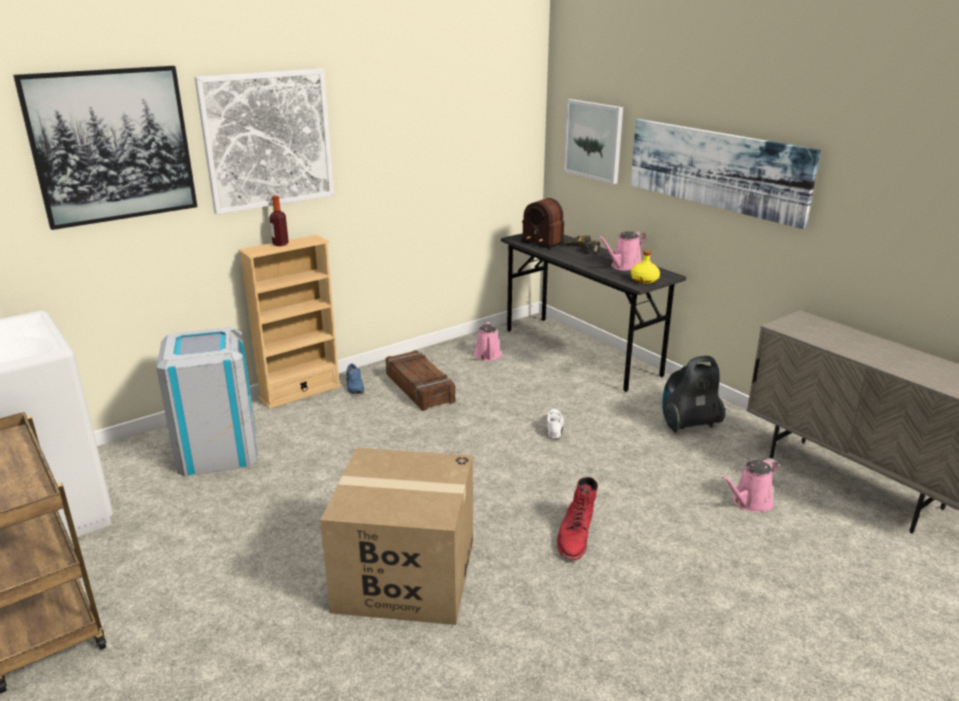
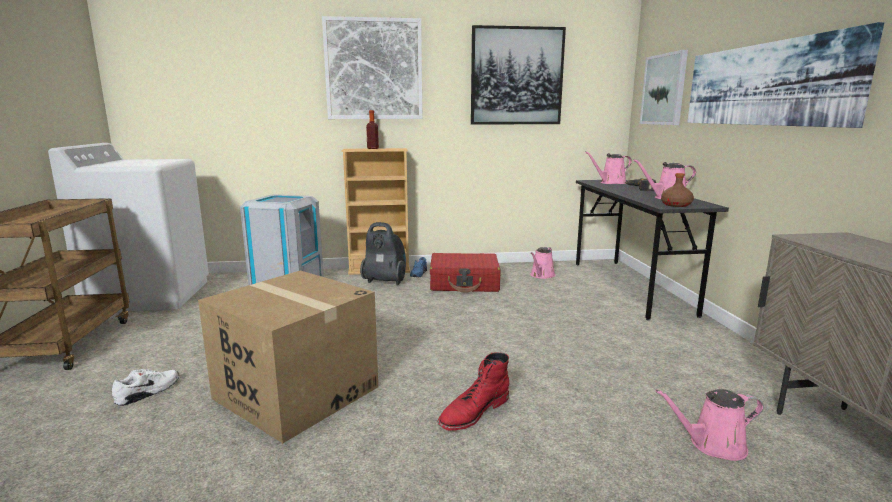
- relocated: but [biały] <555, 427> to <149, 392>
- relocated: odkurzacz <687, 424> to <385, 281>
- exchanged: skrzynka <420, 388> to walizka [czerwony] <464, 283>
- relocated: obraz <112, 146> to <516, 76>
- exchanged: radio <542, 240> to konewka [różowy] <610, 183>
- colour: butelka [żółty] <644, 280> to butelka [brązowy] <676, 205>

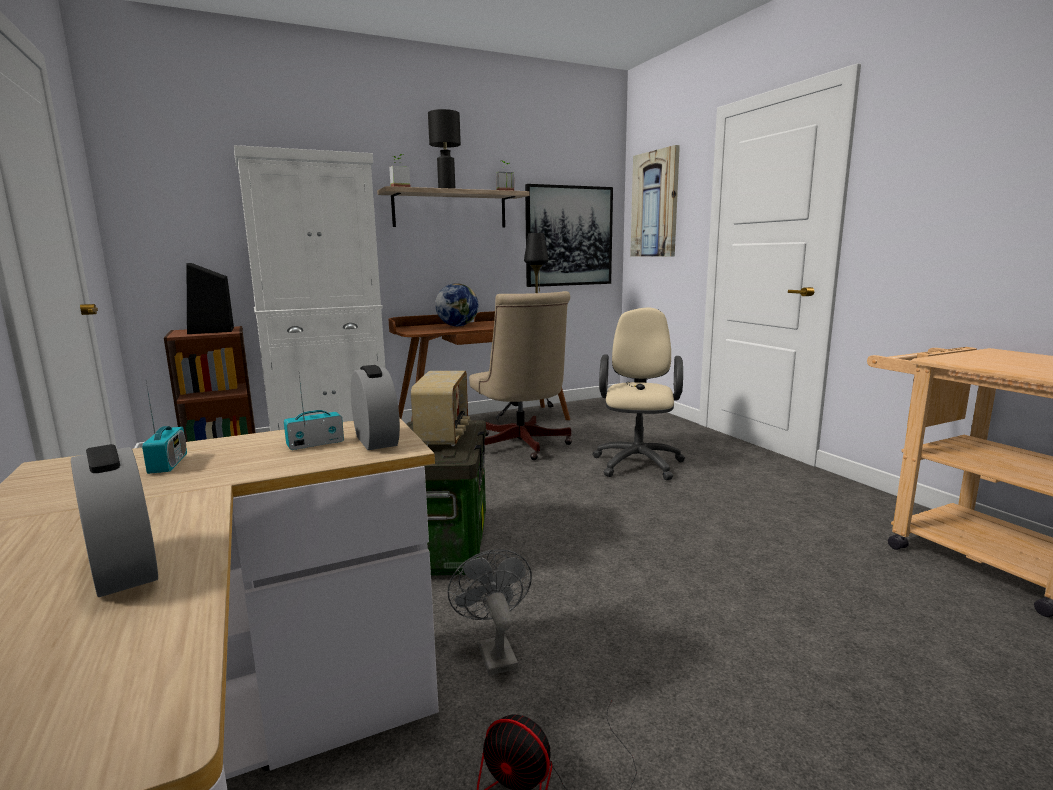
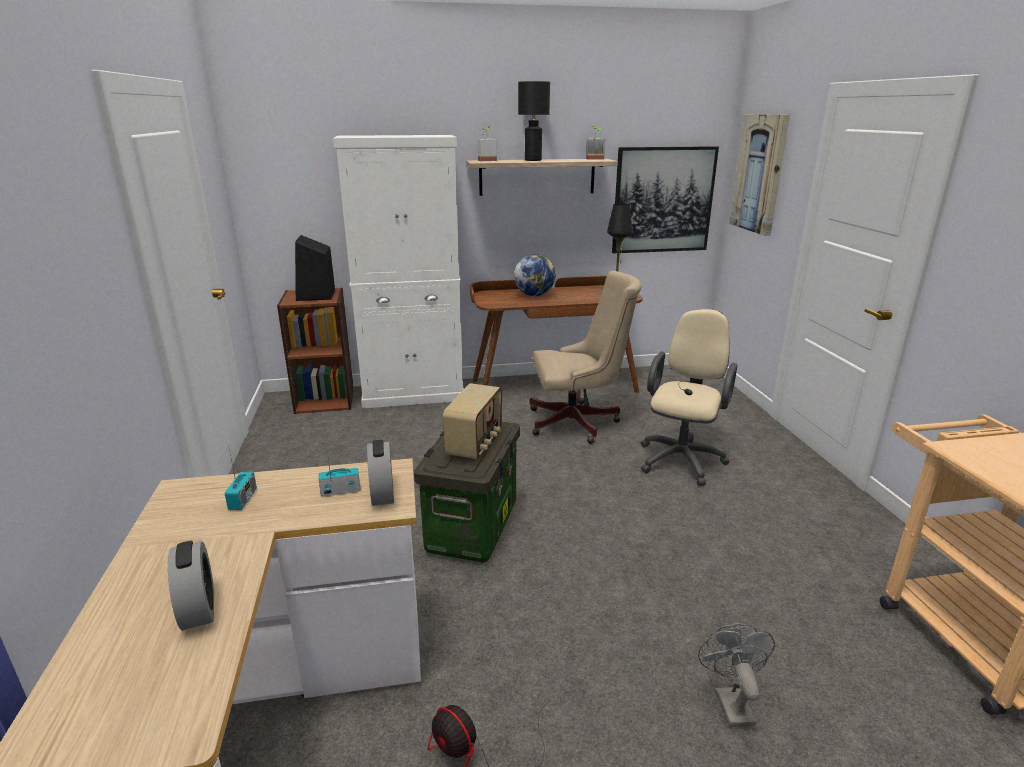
- spun: krzesło biurowe [beżowy] <522, 447> = <578, 422> 90 degrees counterclockwise
- relocated: wentylator [szary] <494, 651> to <730, 701>

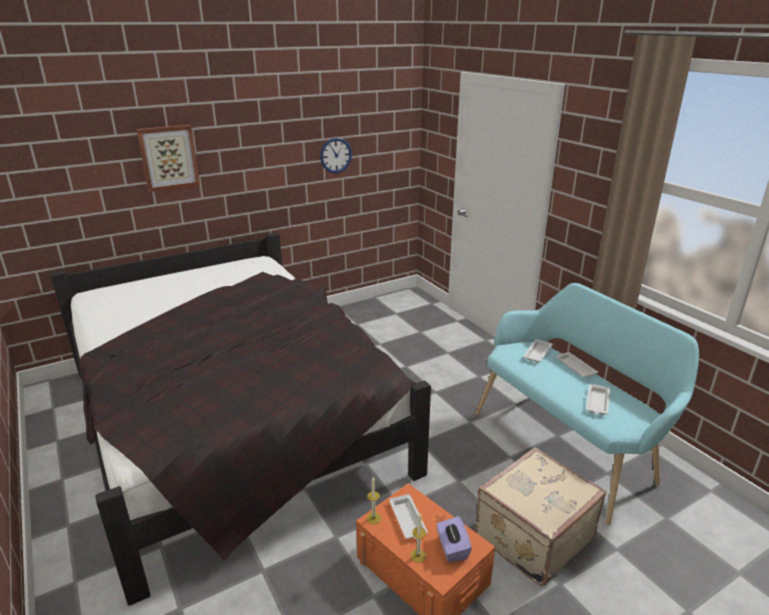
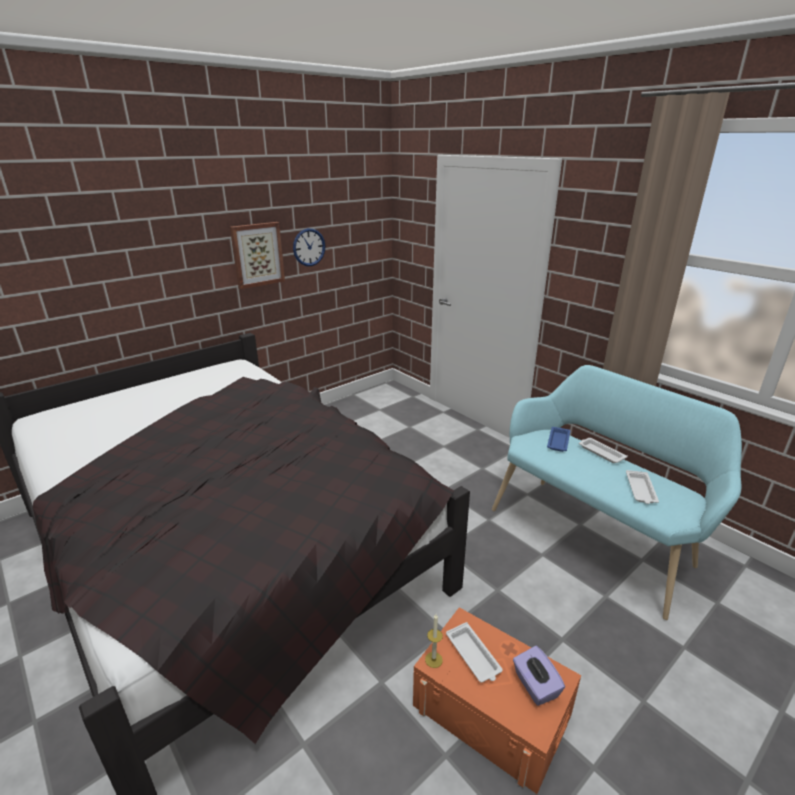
- relocated: obraz <168, 157> to <257, 255>
- colour: taca [biały] <538, 353> to taca [niebieski] <558, 441>
- missing: świeca <418, 555>
- missing: walizka [beżowy] <531, 536>

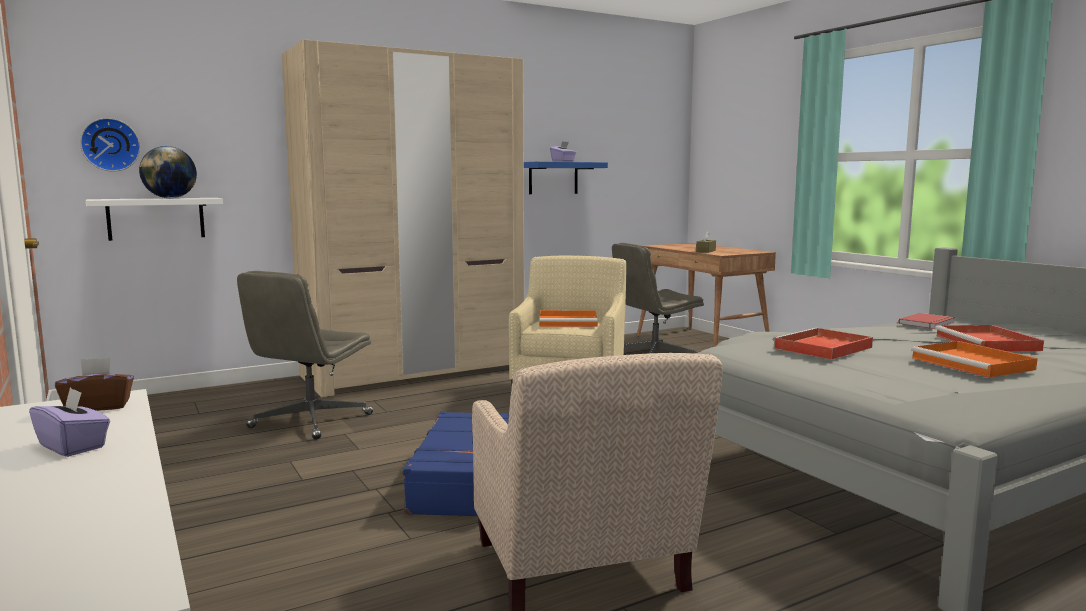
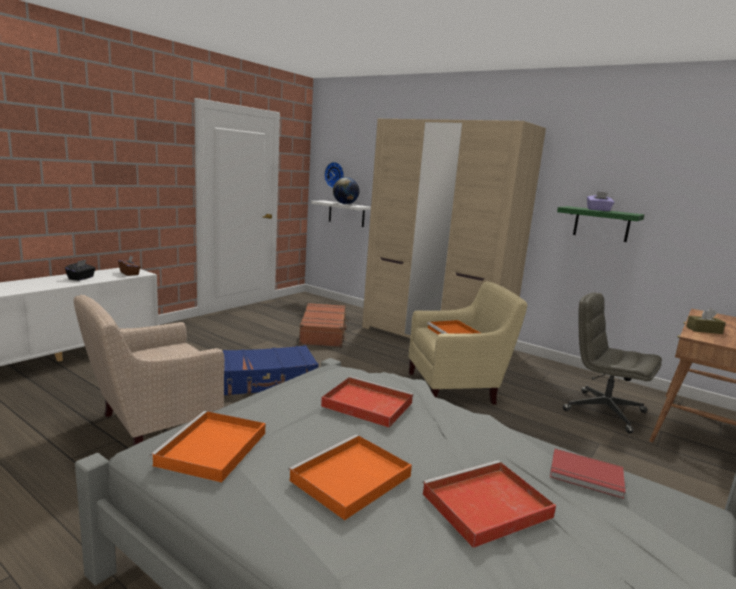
- colour: pudełko chusteczek [fioletowy] <73, 446> to pudełko chusteczek [czarny] <81, 278>
- appeared: taca [pomarańczowy] <211, 450>
- exchanged: krzesło biurowe [szary] <310, 421> to walizka [brązowy] <324, 333>
- colour: półka [niebieski] <553, 178> to półka [zielony] <601, 224>

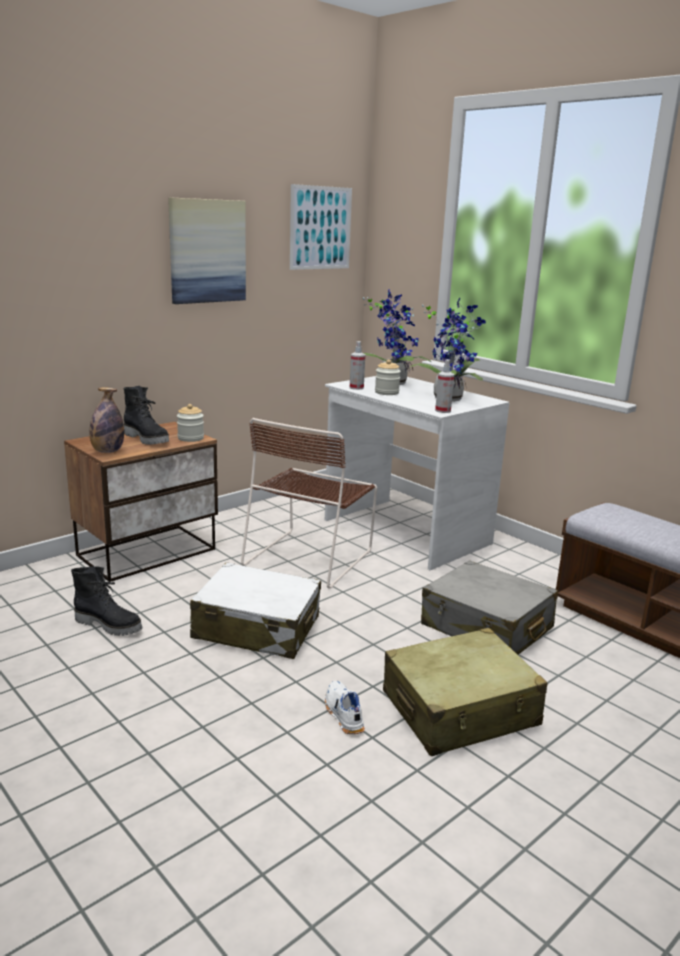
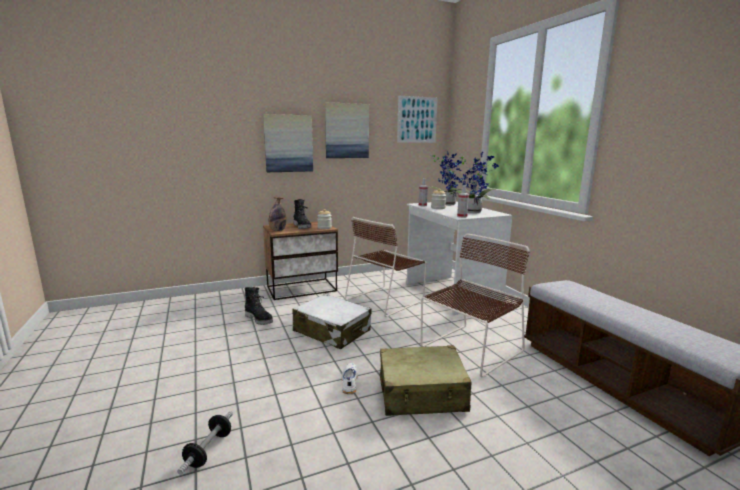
- appeared: hantel <208, 450>
- appeared: obraz <288, 143>
- exchanged: walizka [szary] <486, 627> to krzesło [brązowy] <469, 350>

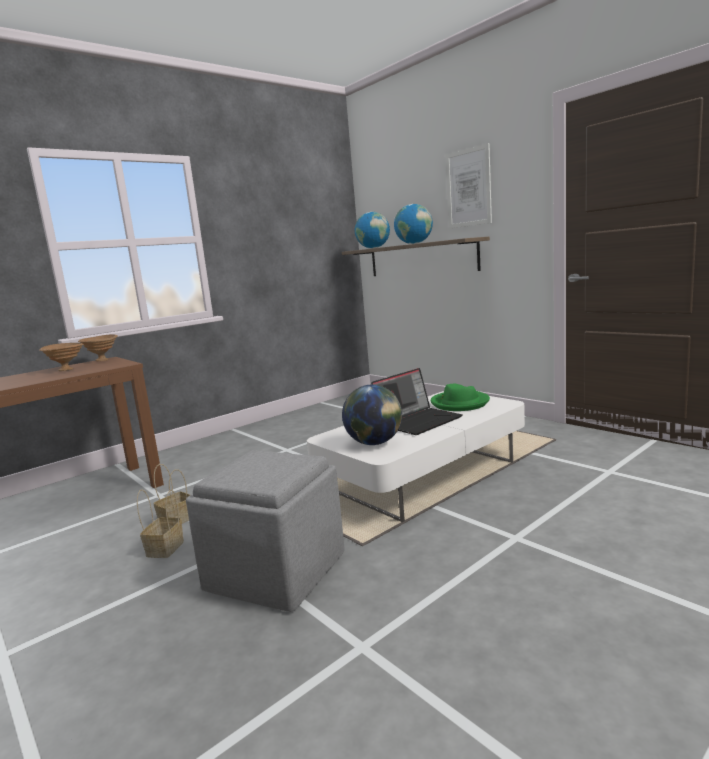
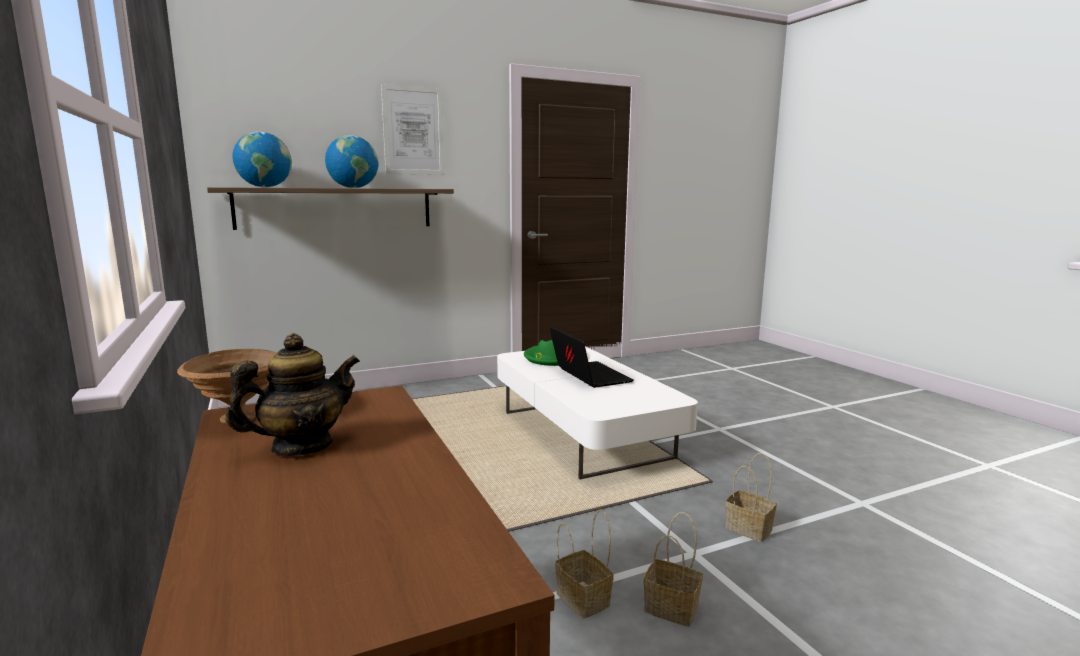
- exchanged: miska [brązowy] <67, 370> to imbryk <301, 446>
- exchanged: pufa [szary] <275, 570> to koszyk <746, 528>
- missing: globus <374, 443>

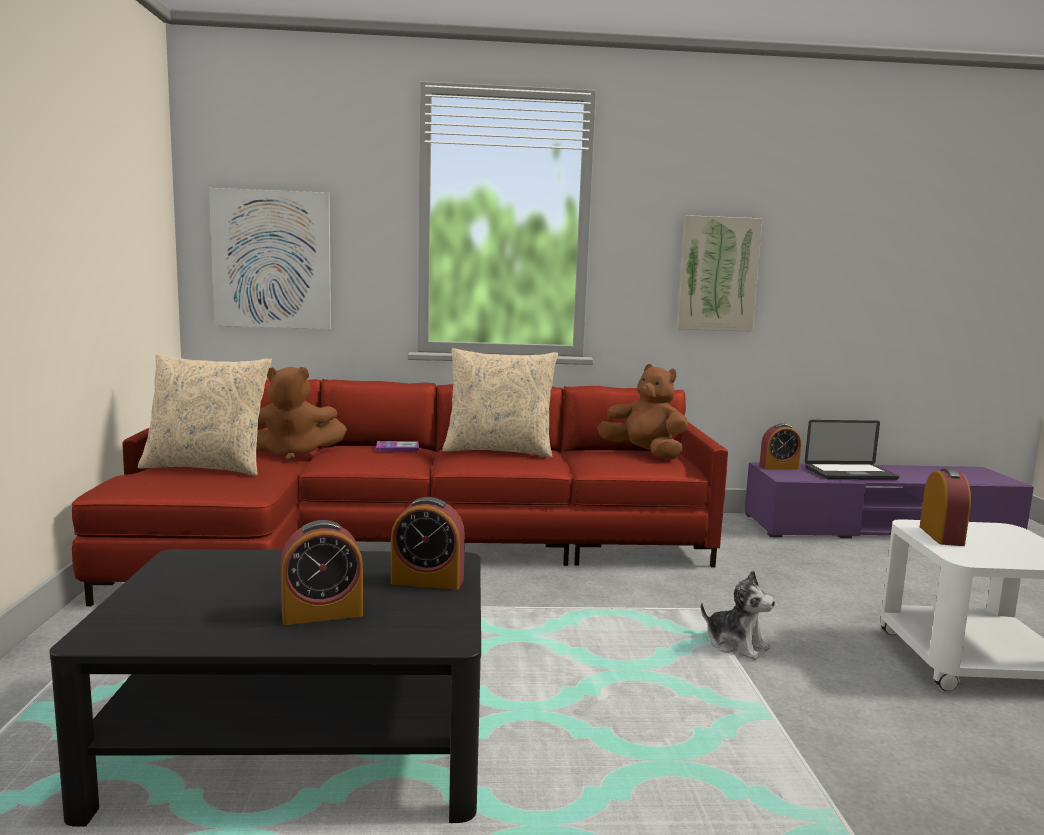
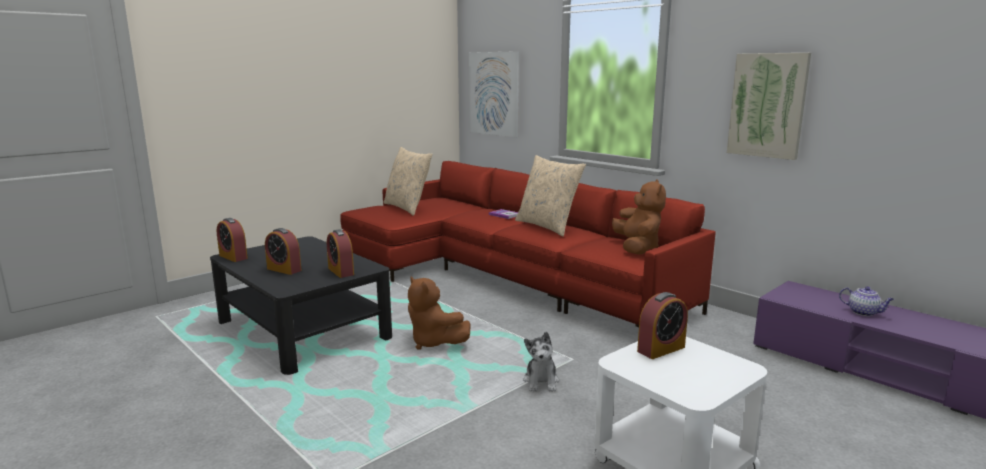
- relocated: budzik <778, 467> to <233, 257>
- relocated: pluszak [brązowy] <294, 454> to <434, 342>
- exchanged: laptop <850, 473> to imbryk <864, 312>

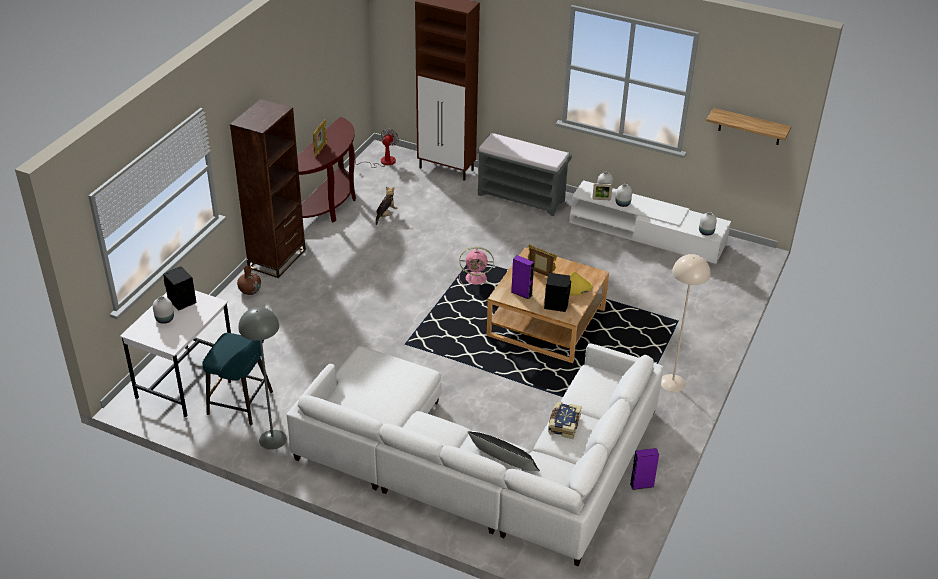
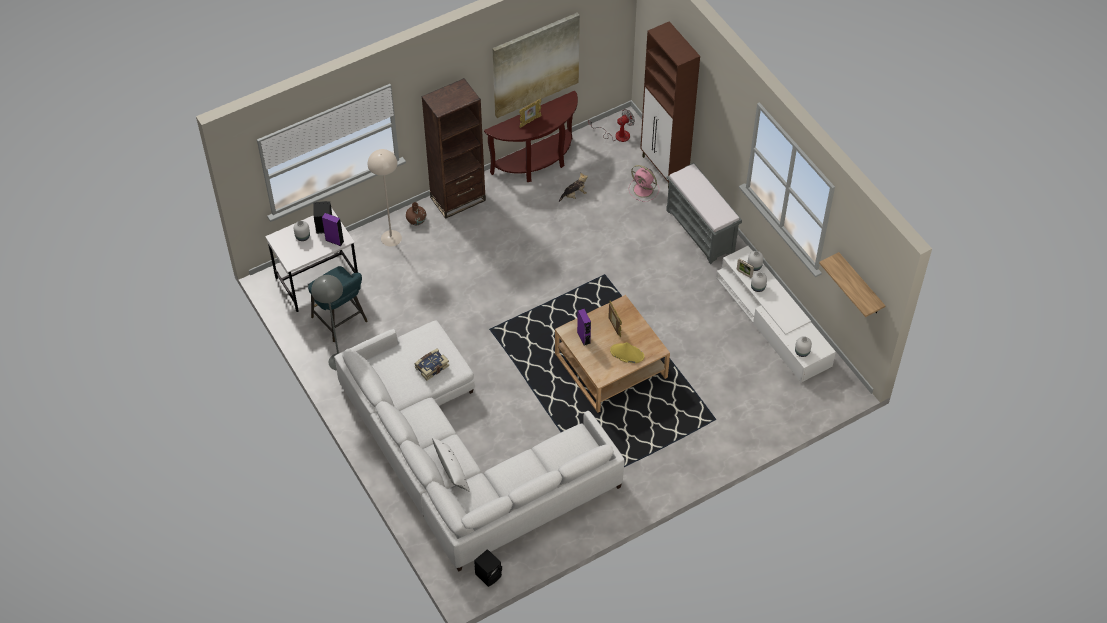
- relocated: głośnik [fioletowy] <642, 485> to <334, 240>
- relocated: lampa stojąca [beżowy] <672, 382> to <391, 238>
- relocated: książka <563, 424> to <431, 366>
- colour: poduszka [czarny] <503, 462> to poduszka [biały] <451, 471>
- relocated: głośnik [czarny] <556, 304> to <489, 574>
- appeared: obraz <535, 64>
- relocated: wentylator [różowy] <477, 278> to <644, 190>

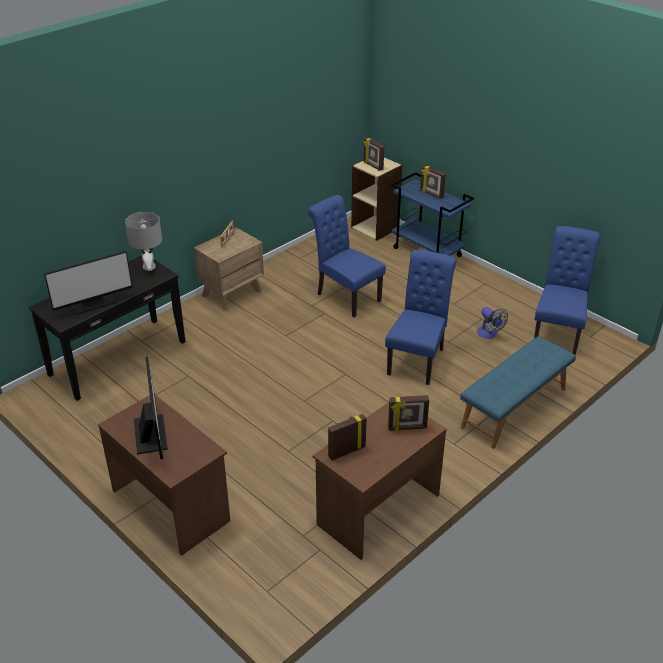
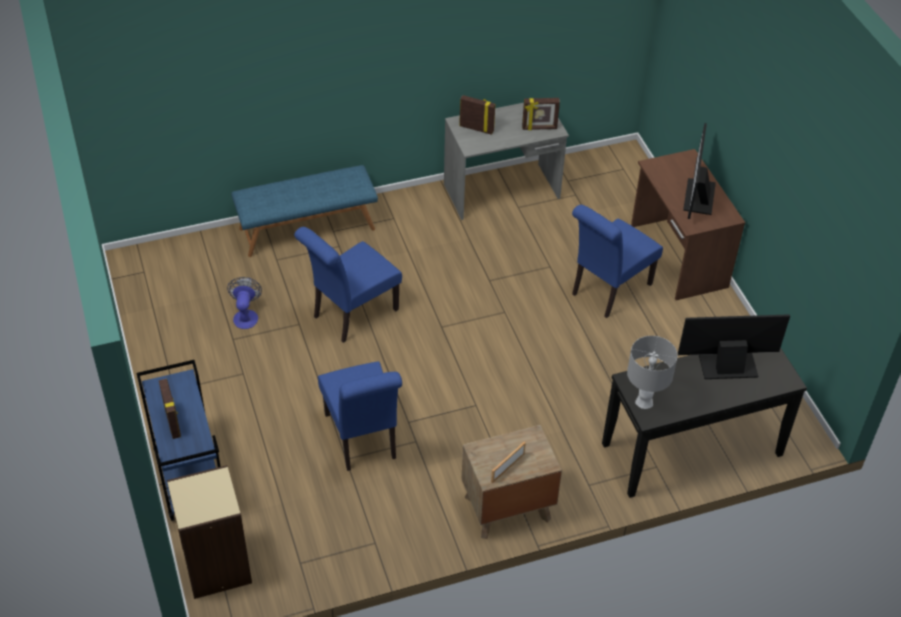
- colour: biurko [brązowy] <377, 509> to biurko [szary] <502, 192>
- relocated: krzesło [niebieski] <558, 332> to <607, 291>
- missing: ramka na zdjęcie <372, 166>

